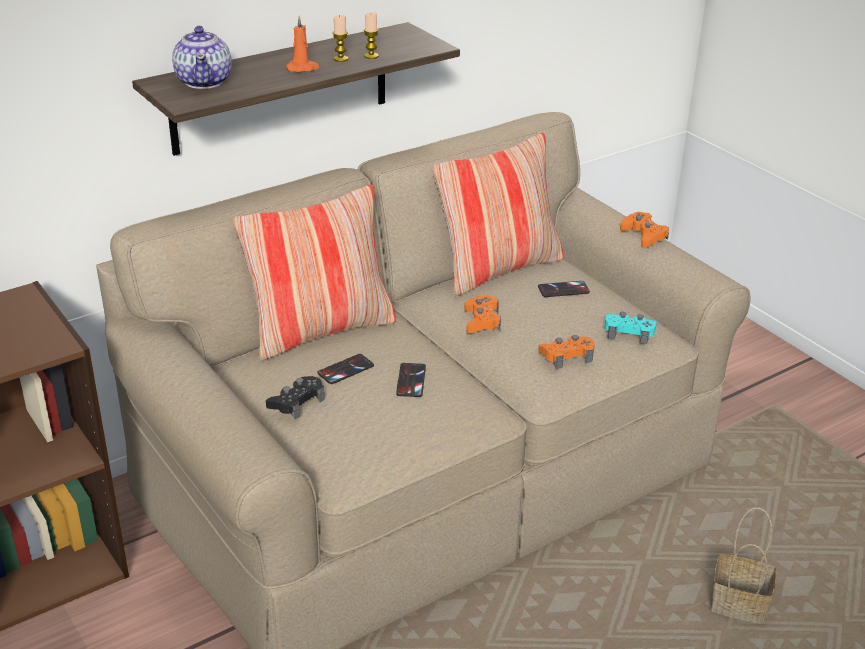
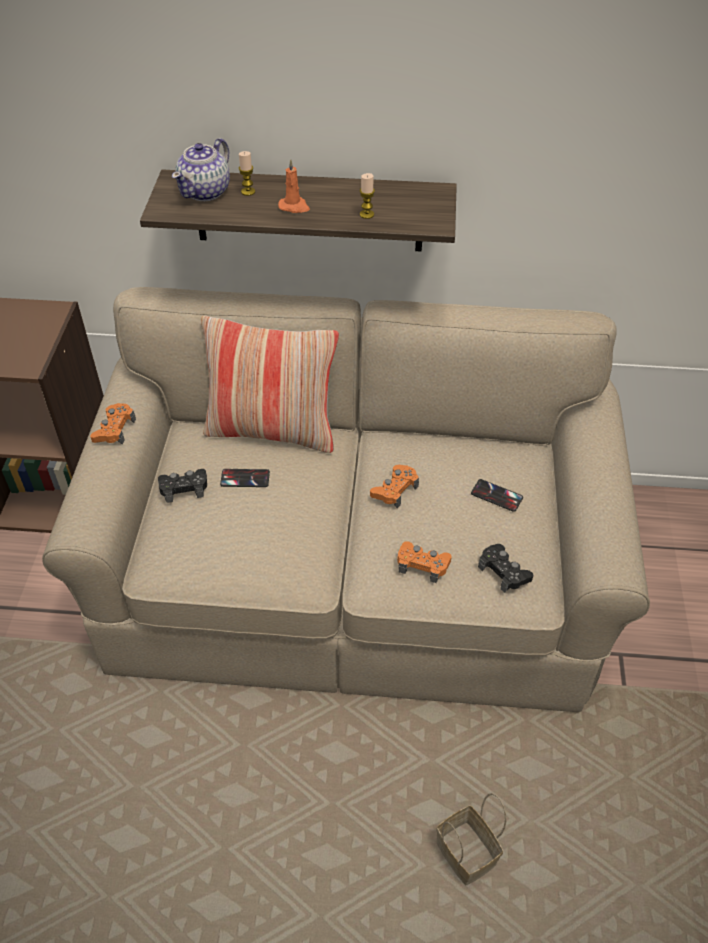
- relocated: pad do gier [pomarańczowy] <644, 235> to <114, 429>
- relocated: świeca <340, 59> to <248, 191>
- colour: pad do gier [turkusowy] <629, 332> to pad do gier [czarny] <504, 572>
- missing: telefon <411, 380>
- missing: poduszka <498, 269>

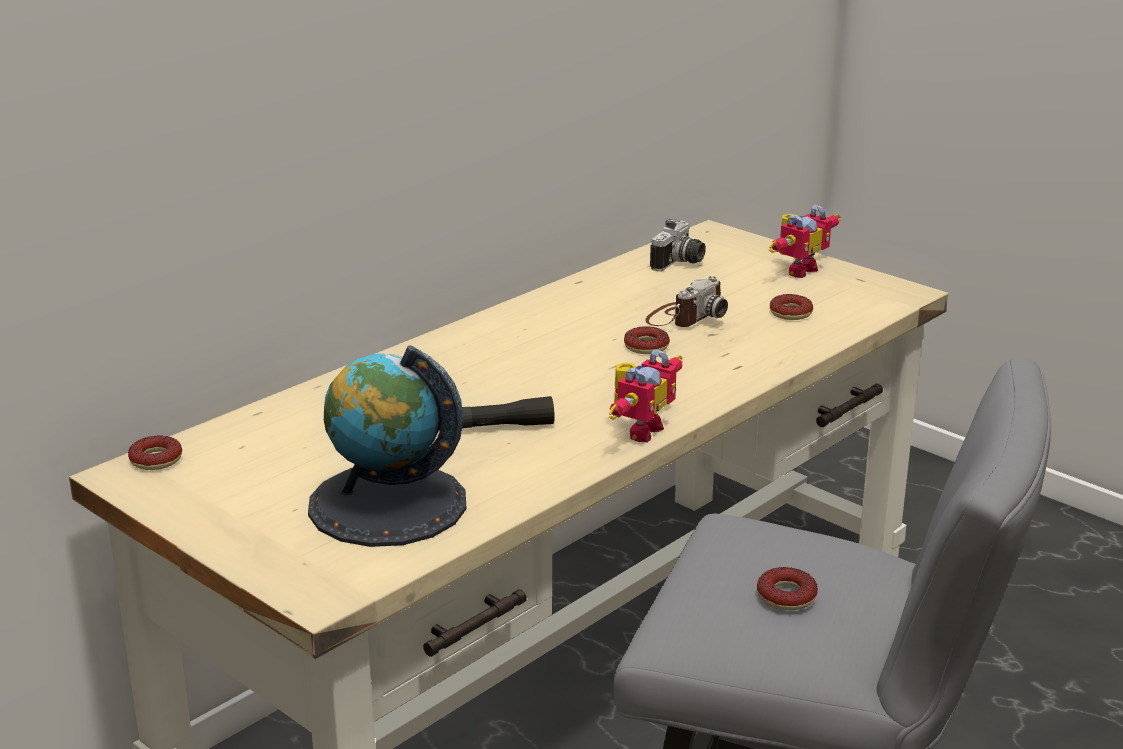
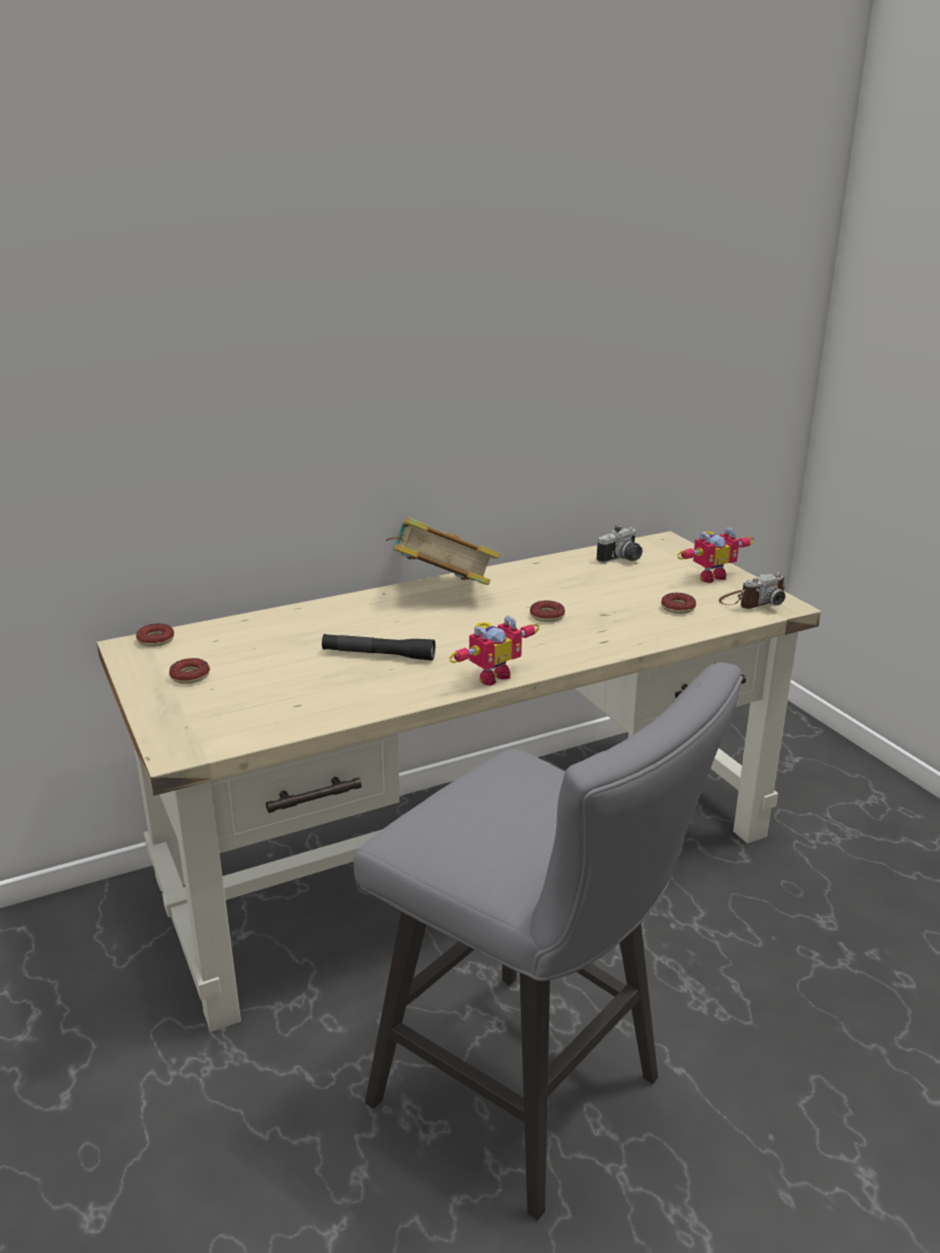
- relocated: donut <786, 596> to <190, 676>
- appeared: książka <441, 591>
- relocated: aparat fotograficzny <684, 317> to <751, 601>
- missing: globus <387, 504>

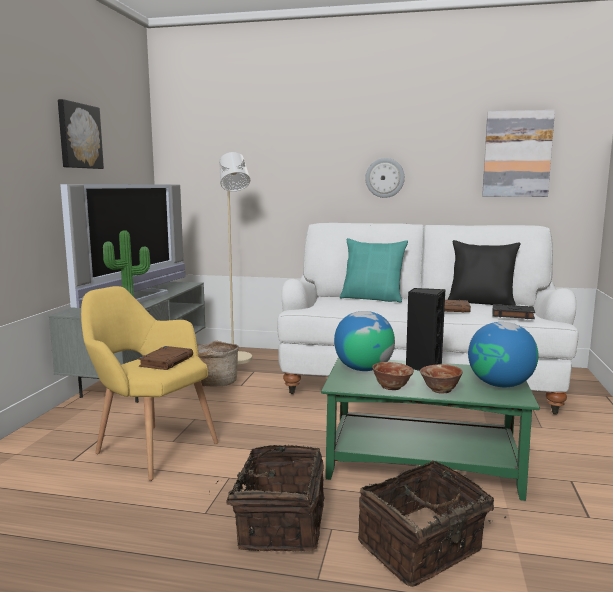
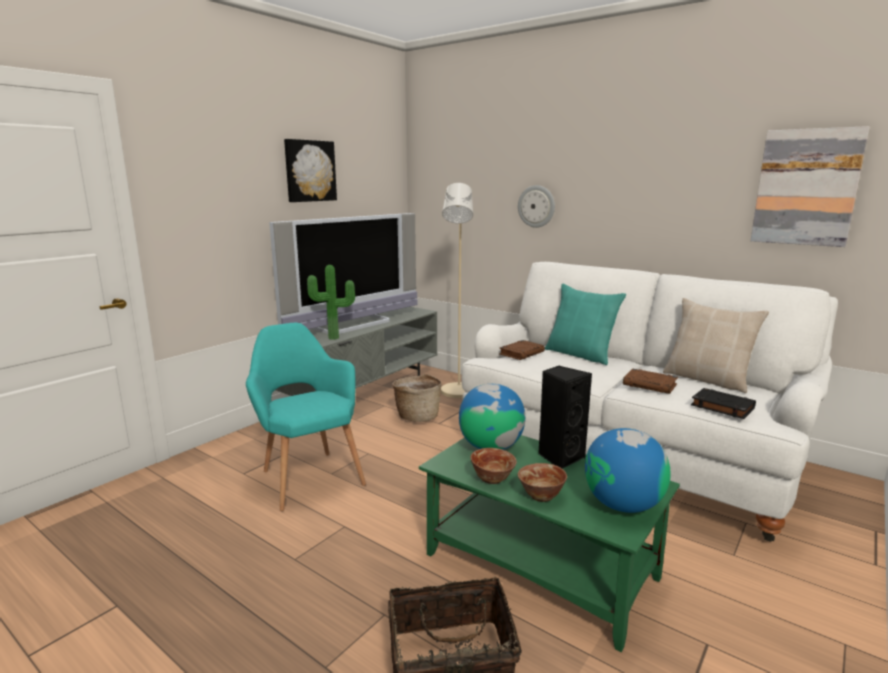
- colour: fotel [żółty] <149, 448> to fotel [turkusowy] <308, 476>
- relocated: książka [brązowy] <166, 361> to <522, 353>
- relocated: zegar ścienny <385, 178> to <536, 206>
- colour: poduszka [czarny] <481, 303> to poduszka [beżowy] <707, 379>
- missing: koszyk <279, 523>

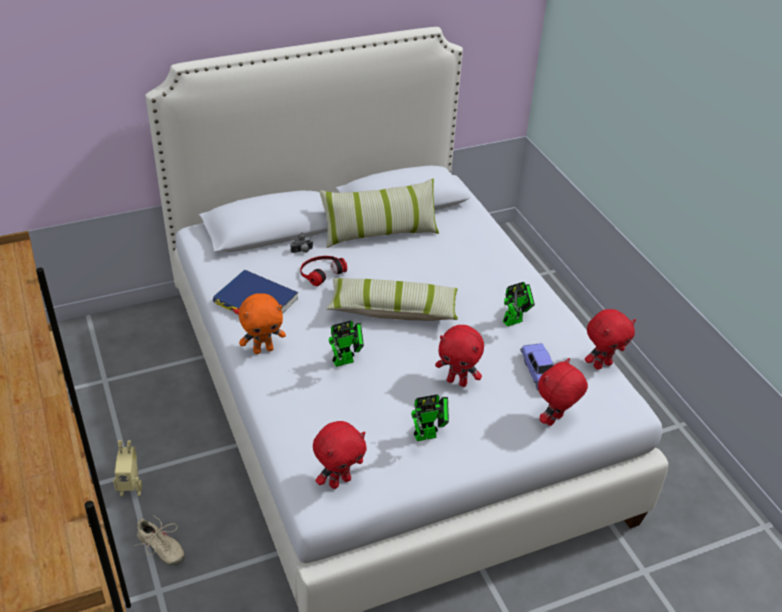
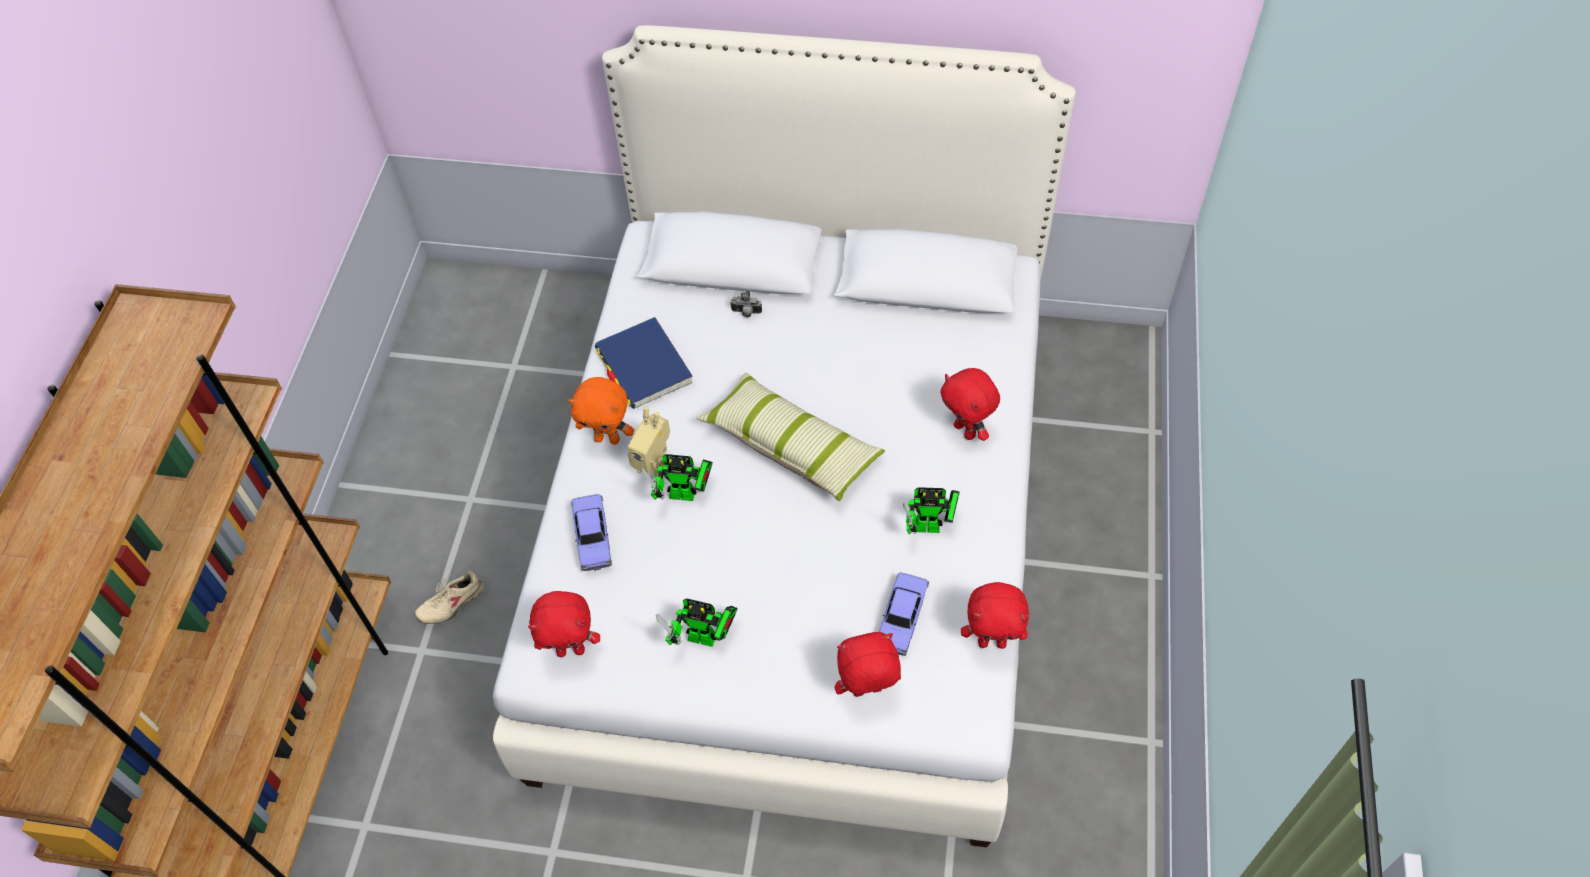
- spun: but [beżowy] <161, 548> = <451, 603> 75 degrees clockwise
- appeared: samochodzik <593, 537>
- relocated: robot zabawkowy <131, 488> to <655, 466>
- relocated: pluszak [czerwony] <457, 381> to <966, 430>
- missing: słuchawki <321, 272>
- missing: poduszka <380, 233>

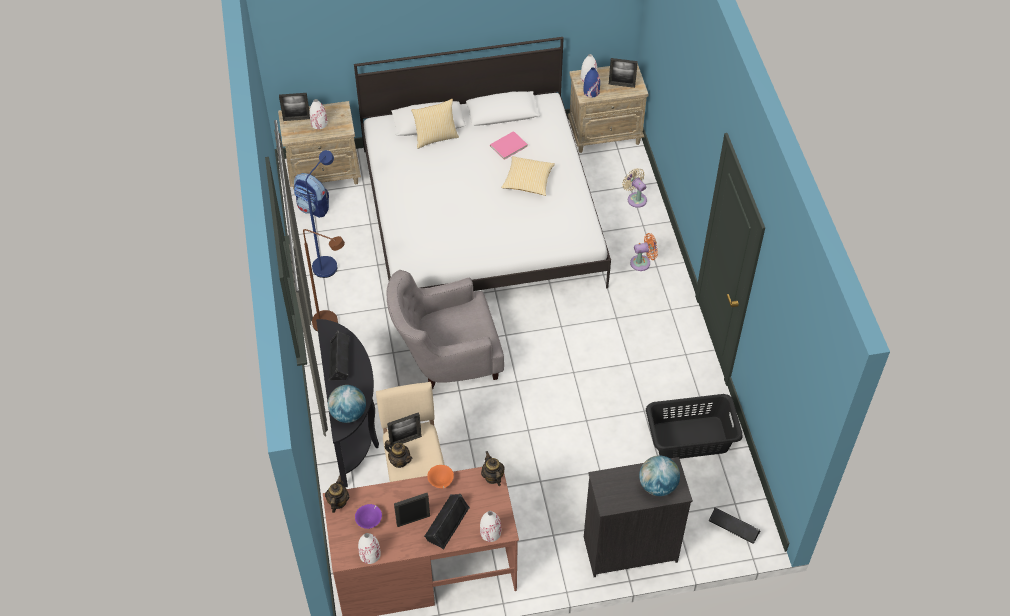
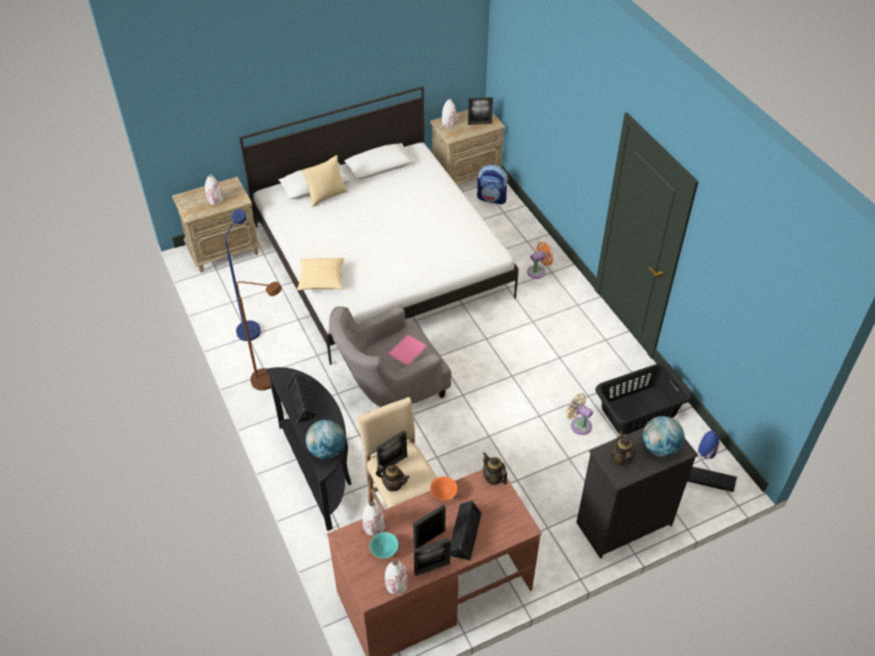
- relocated: poduszka <528, 182> to <321, 280>
- relocated: wazon [biały] <490, 532> to <374, 526>
- colour: miska [fioletowy] <369, 520> to miska [turkusowy] <384, 549>
- relocated: książka [różowy] <507, 146> to <406, 352>
- relocated: ramka na zdjęcie <296, 119> to <432, 568>
- relocated: plecak <313, 208> to <492, 198>
- relocated: wentylator [beżowy] <635, 198> to <579, 424>
- relocated: imbryk <338, 502> to <621, 459>
- relocated: wazon [niebieski] <591, 91> to <706, 451>

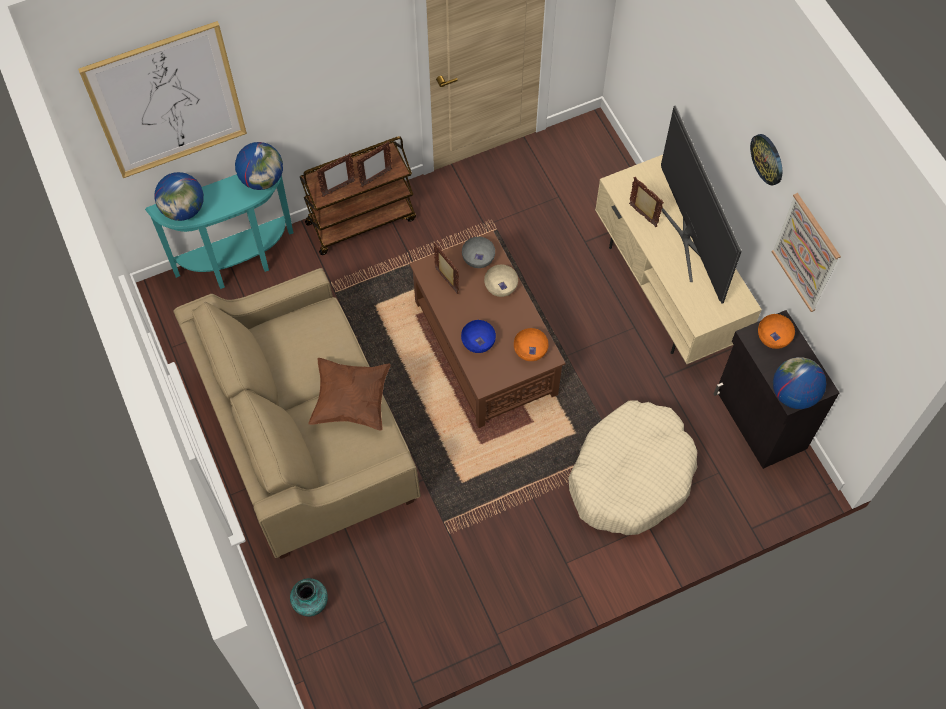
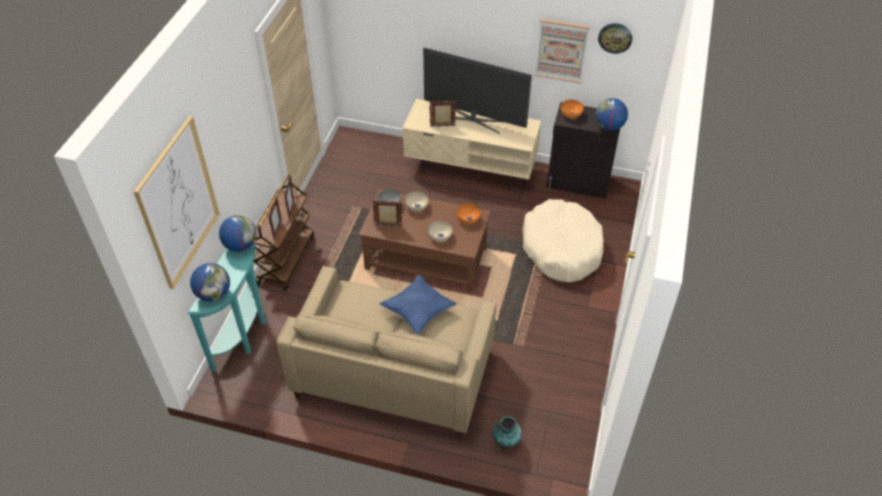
- colour: poduszka [brązowy] <351, 401> to poduszka [niebieski] <418, 311>
- colour: miska [niebieski] <477, 342> to miska [beżowy] <439, 236>
- relocated: zegar ścienny <767, 159> to <615, 37>

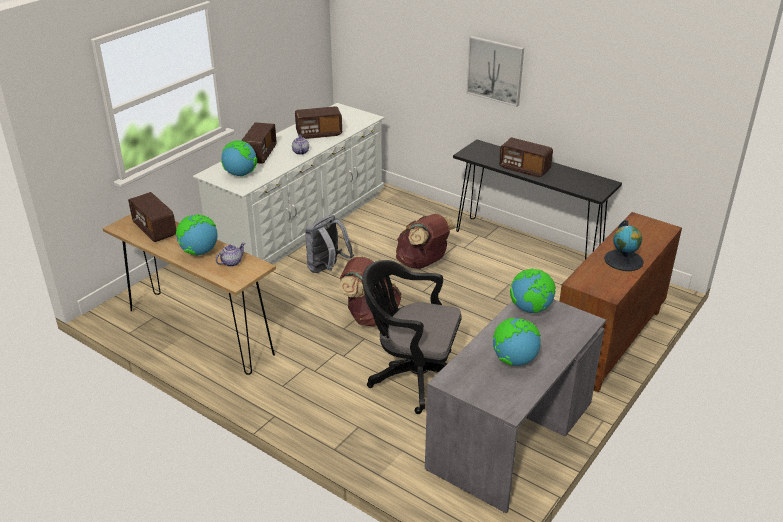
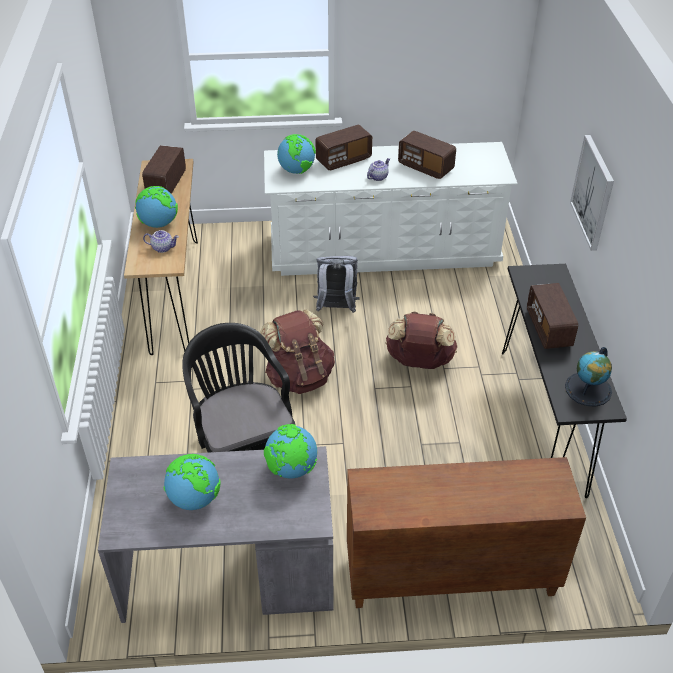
- relocated: globus <624, 260> to <588, 389>

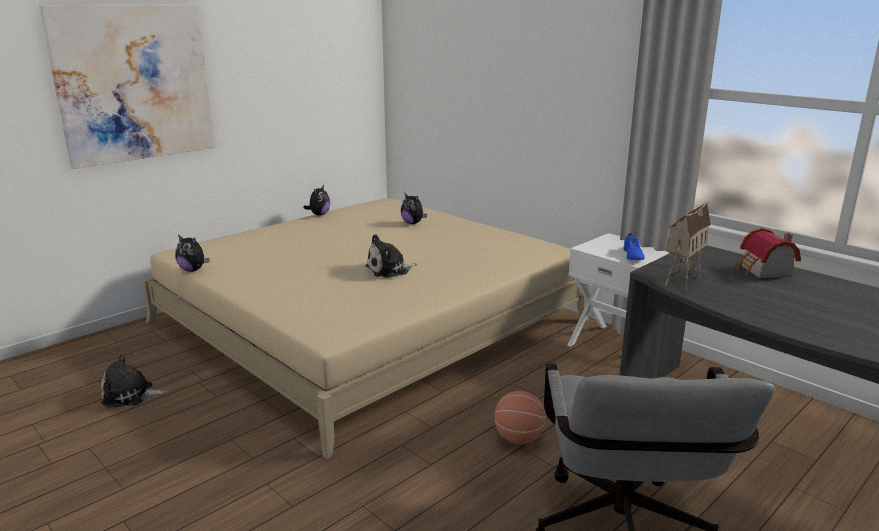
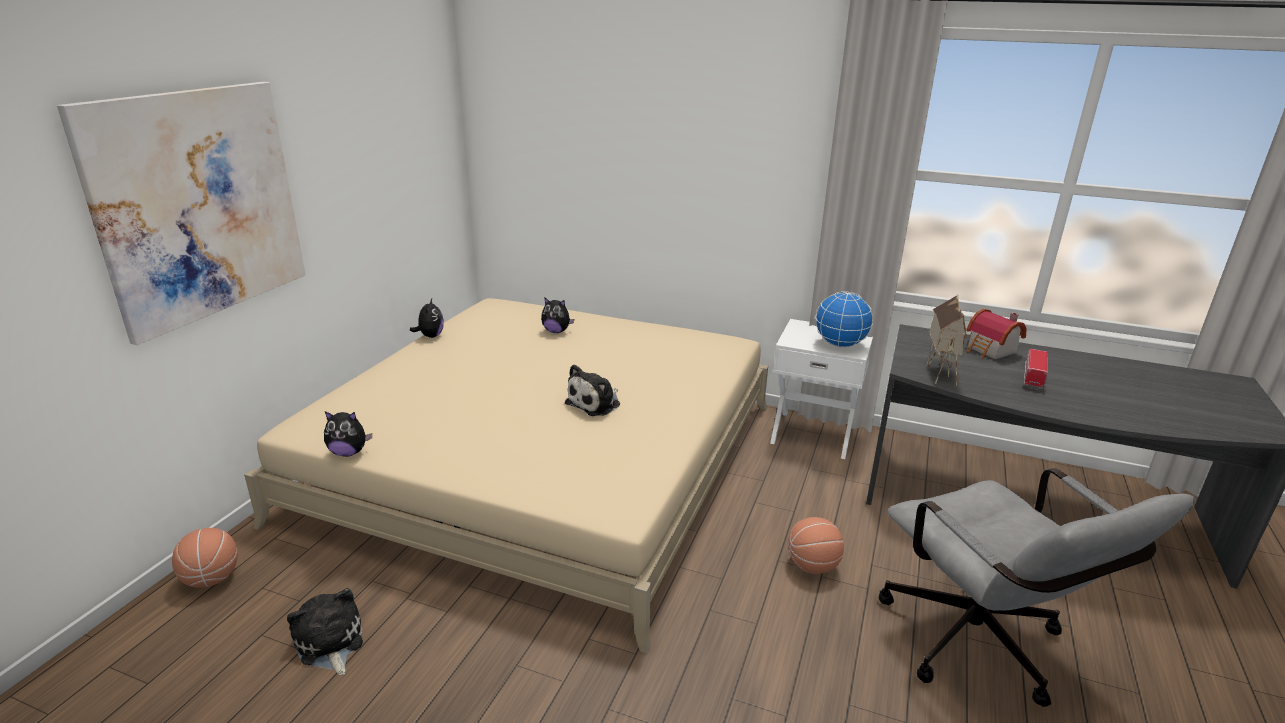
- appeared: piłka do koszykówki <211, 579>
- spun: pluszak <131, 395> = <329, 644> 90 degrees clockwise
- exchanged: but [niebieski] <632, 255> to globus <840, 344>
- appeared: ciężarówka zabawkowa <1033, 375>

